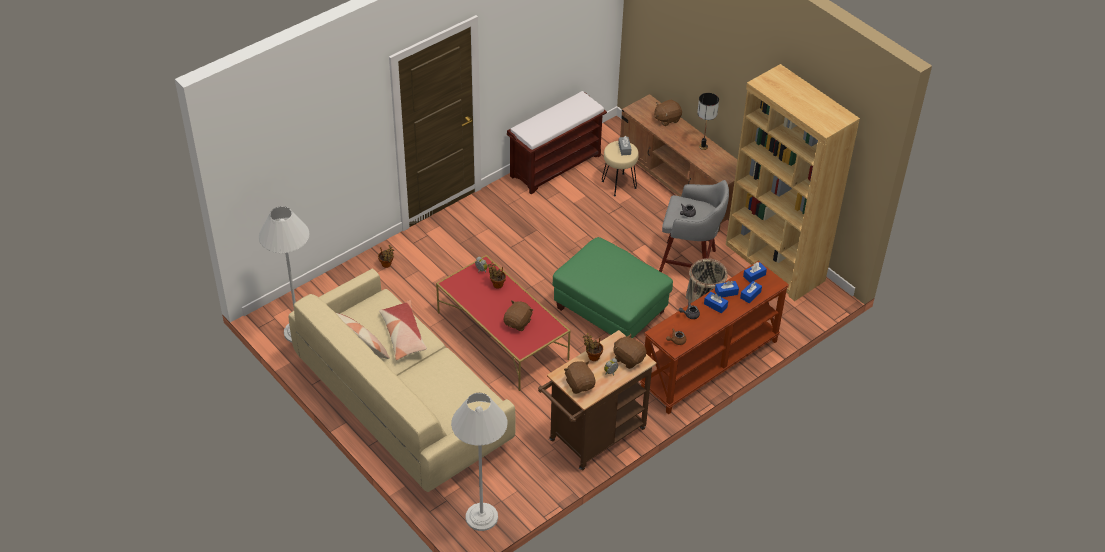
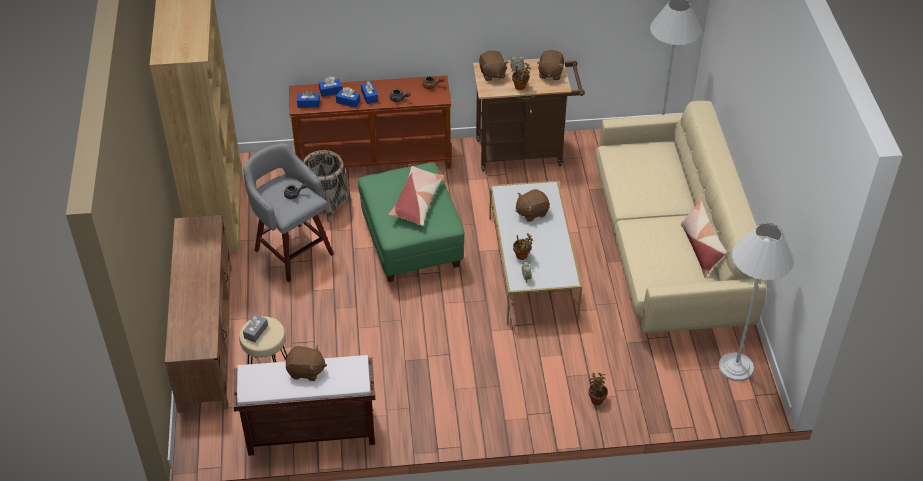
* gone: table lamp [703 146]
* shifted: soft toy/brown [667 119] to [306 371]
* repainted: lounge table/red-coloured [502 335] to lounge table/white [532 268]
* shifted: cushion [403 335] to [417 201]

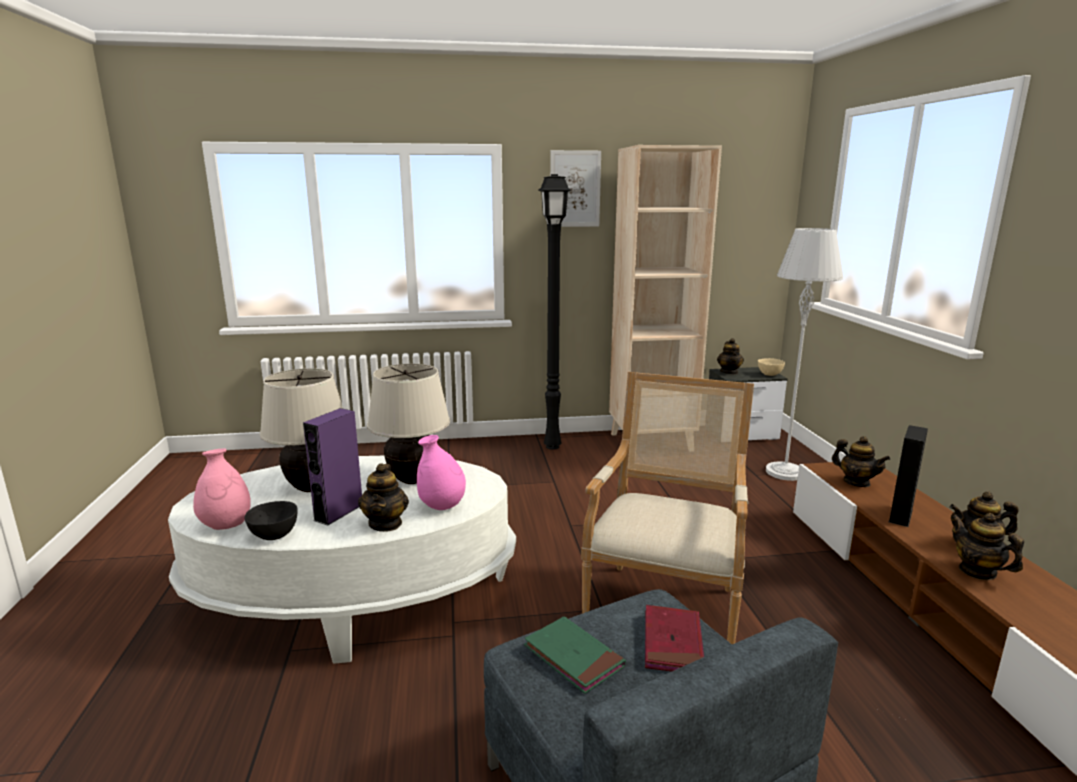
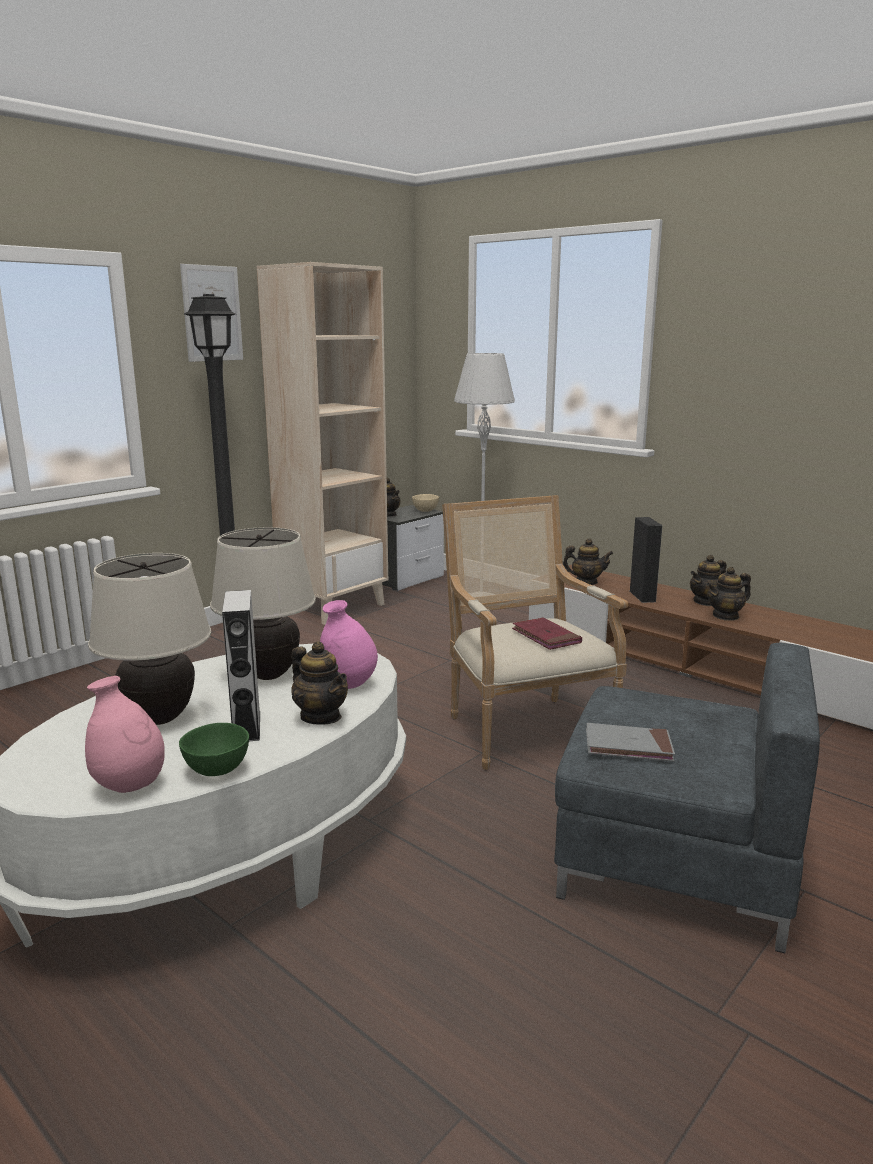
* repainted: loudspeaker/purple-coloured [339 512] to loudspeaker/grey [246 726]
* repainted: serving bowl/blackish [274 536] to serving bowl/green [218 771]
* rotated: tea pot [977 571] = [726 616] 45 degrees counterclockwise
* shifted: volume/red-coloured [673 643] to [546 637]
* repainted: volume/green [573 657] to volume/grey [628 746]

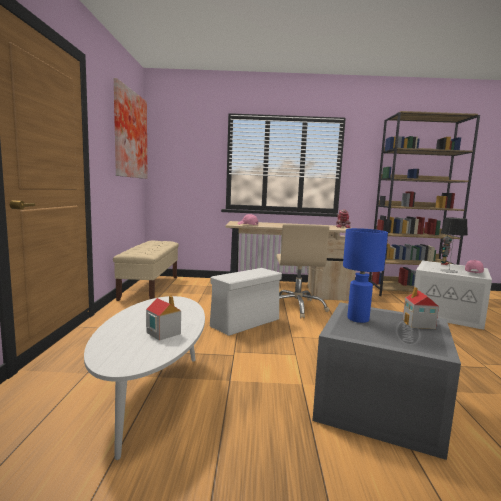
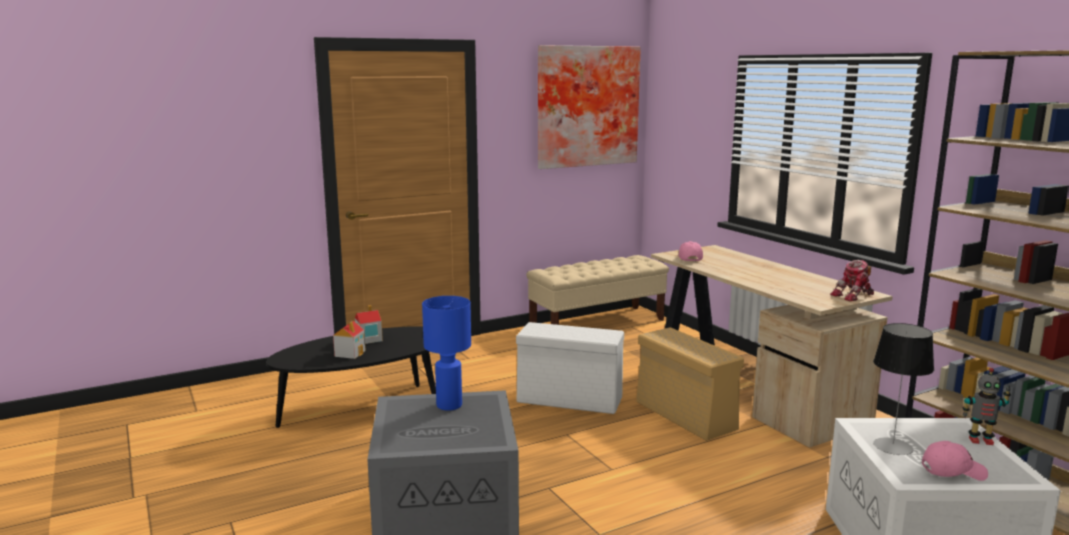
* swapped: office chair/beige [297 307] to storage box/beige [683 415]
* shifted: model house [418 324] to [368 339]
* repainted: lounge table/white [153 391] to lounge table/blackish [367 408]

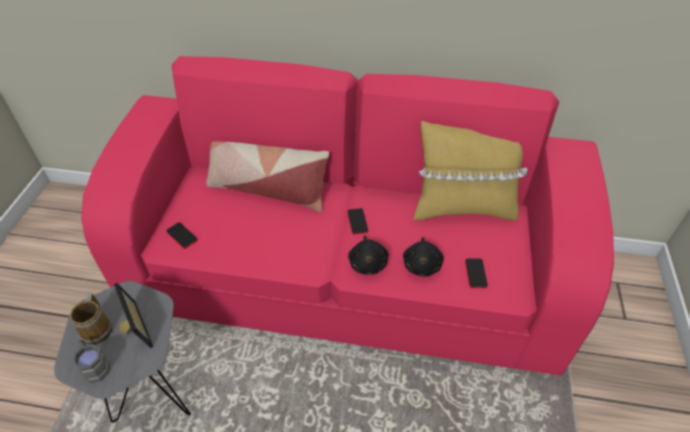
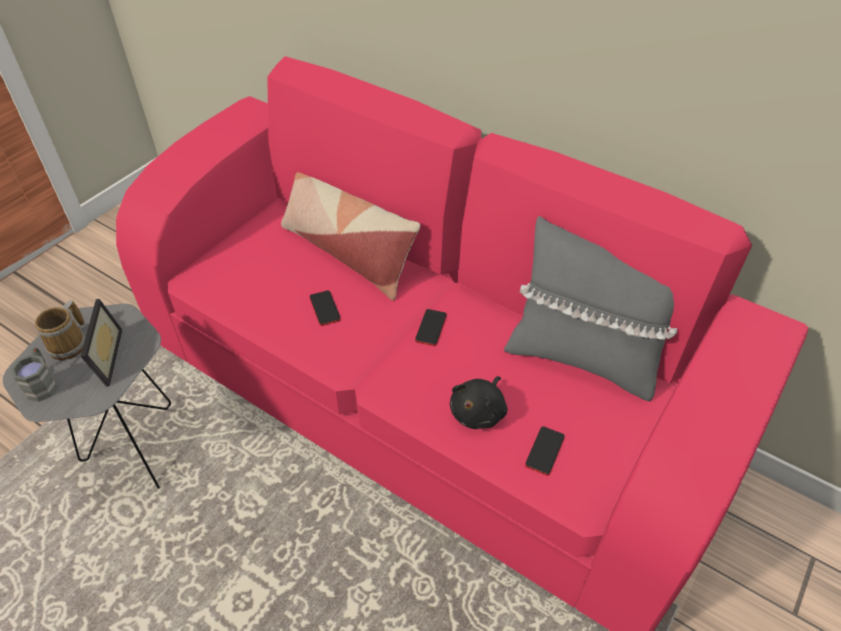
* repainted: cushion/yellow [462 208] to cushion/grey [582 359]
* shifted: telephone [182 236] to [325 308]
* gone: soft toy/blackish [368 263]

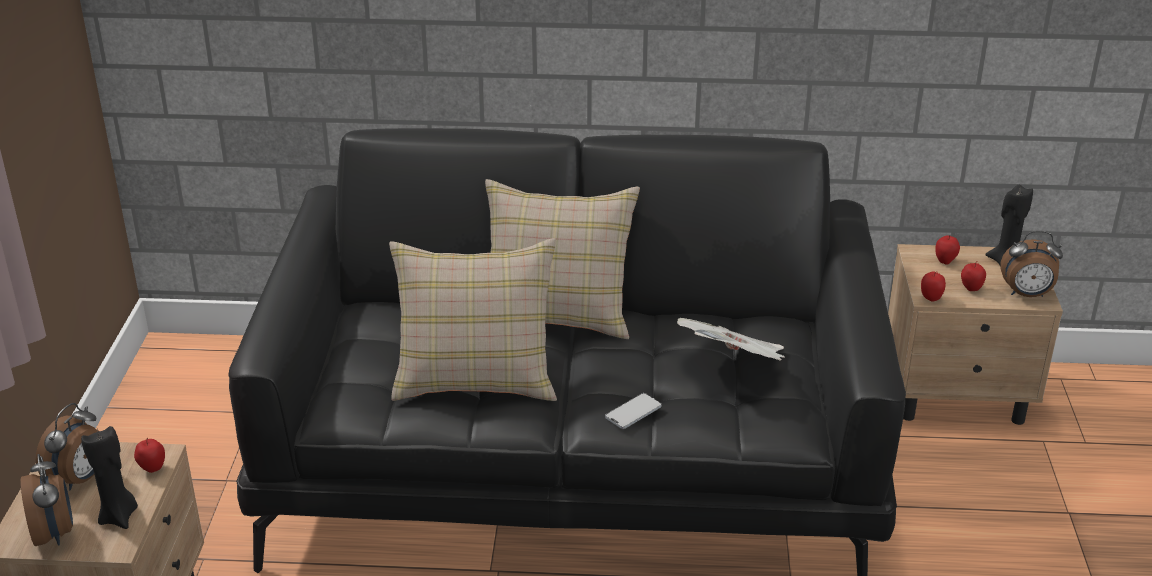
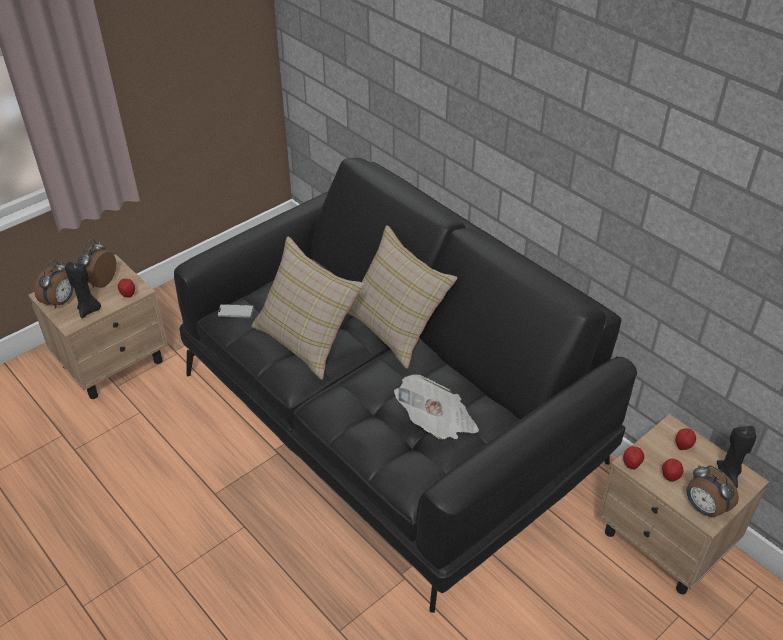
* shifted: telephone [633 412] to [235 311]
* rotated: alarm clock [80 478] = [100 281] 135 degrees clockwise

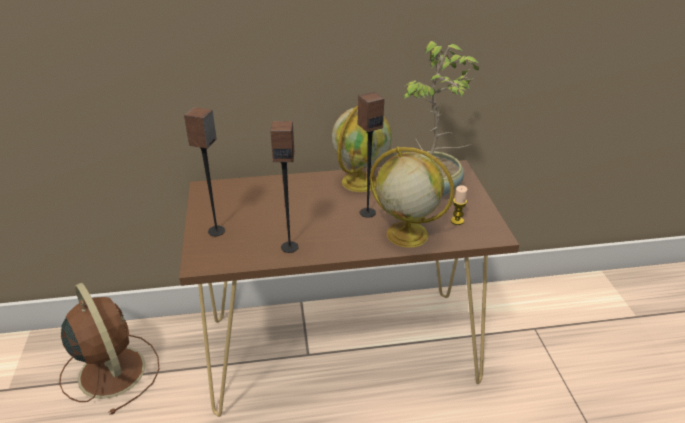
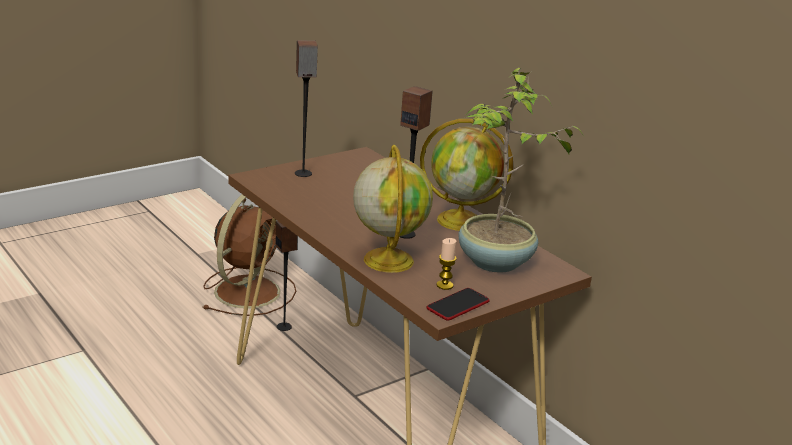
* shifted: loudspeaker [289 247] to [284 327]
* new: telephone [458 305]

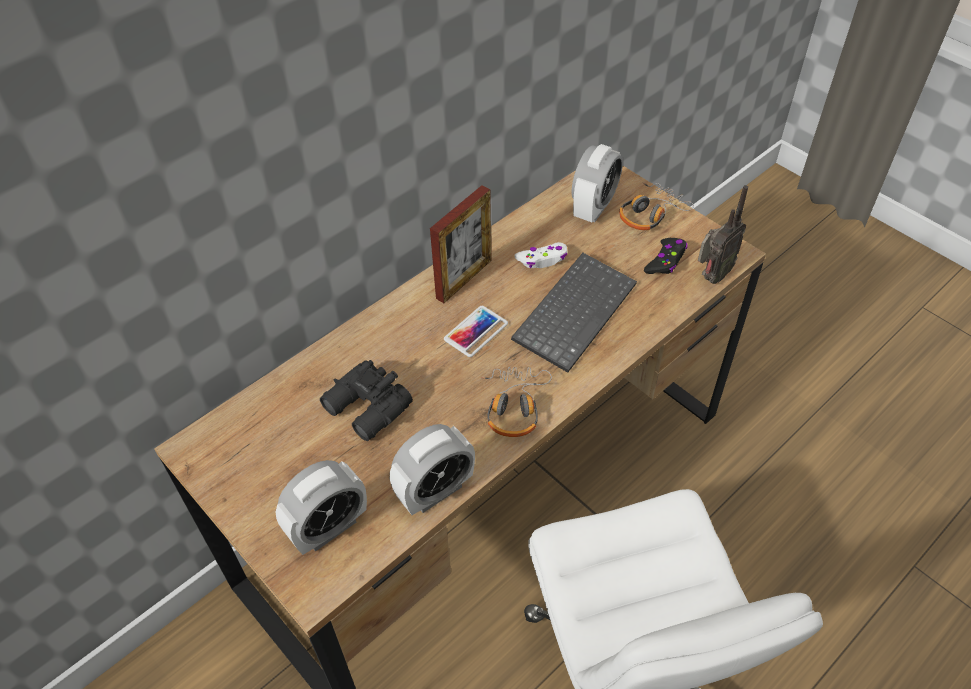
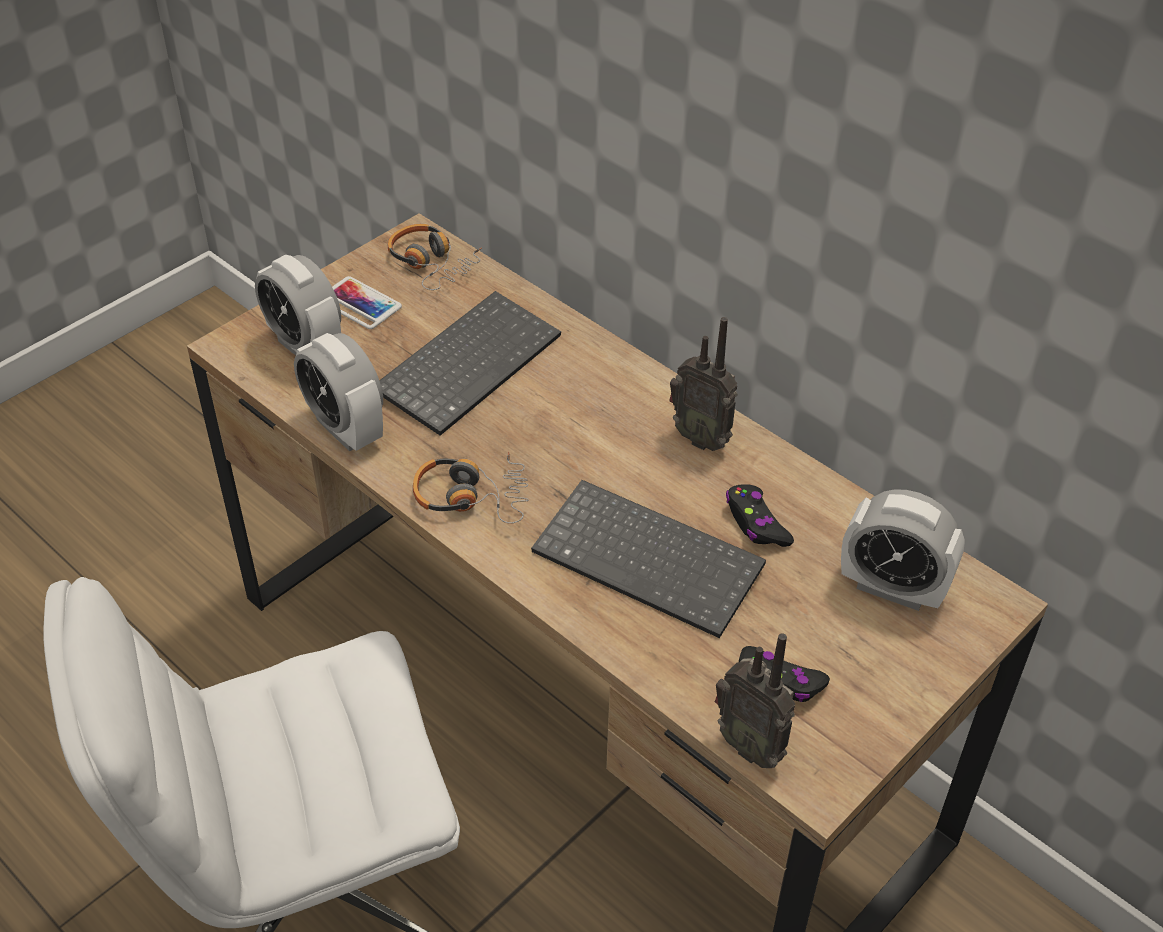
* shifted: headset [650 213] to [432 263]
* swapped: standing frame [464 279] to radio receiver [701 437]
* repainted: joypad/white [542 260] to joypad/blackish [756 523]
* shifted: telephone [476 331] to [359 303]
* swapped: binoculars/blackish [367 409] to PC keyboard [468 362]

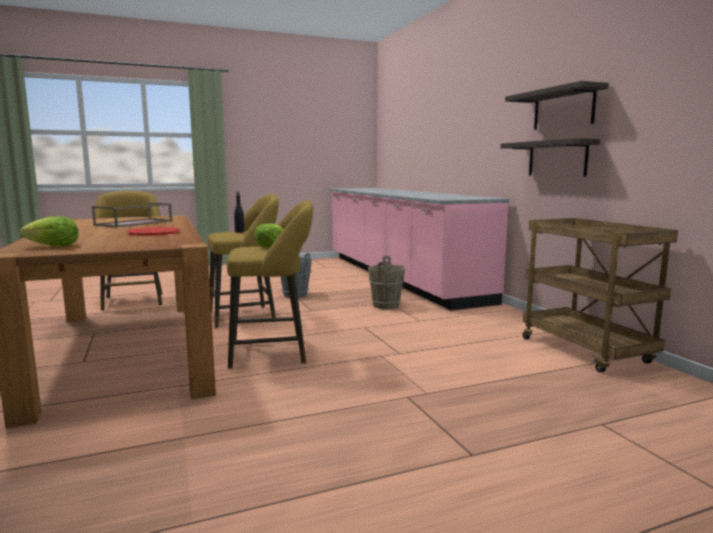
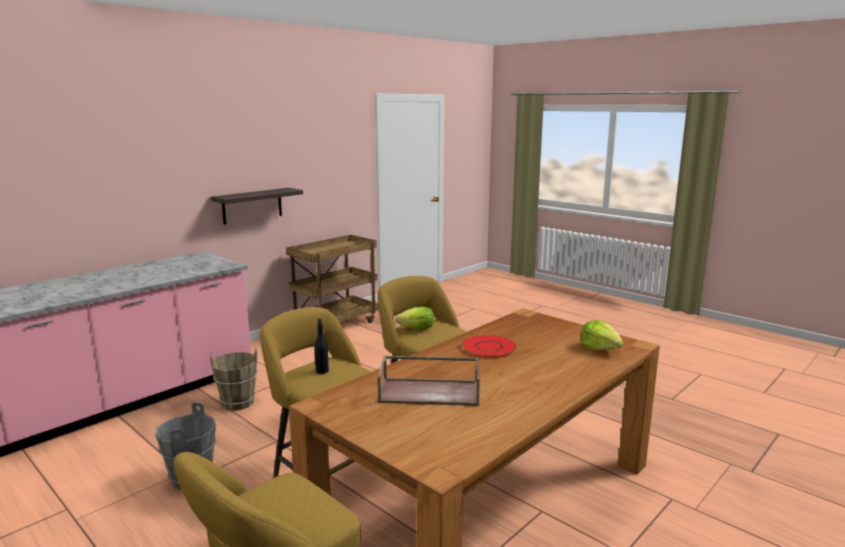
* gone: wall shelf [563 109]

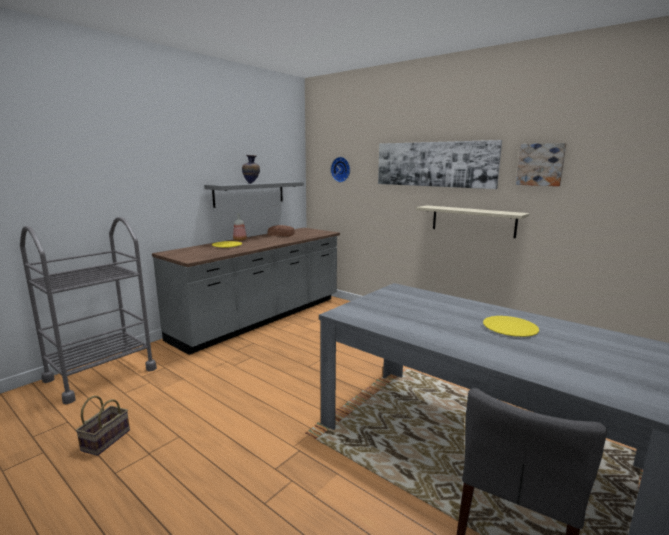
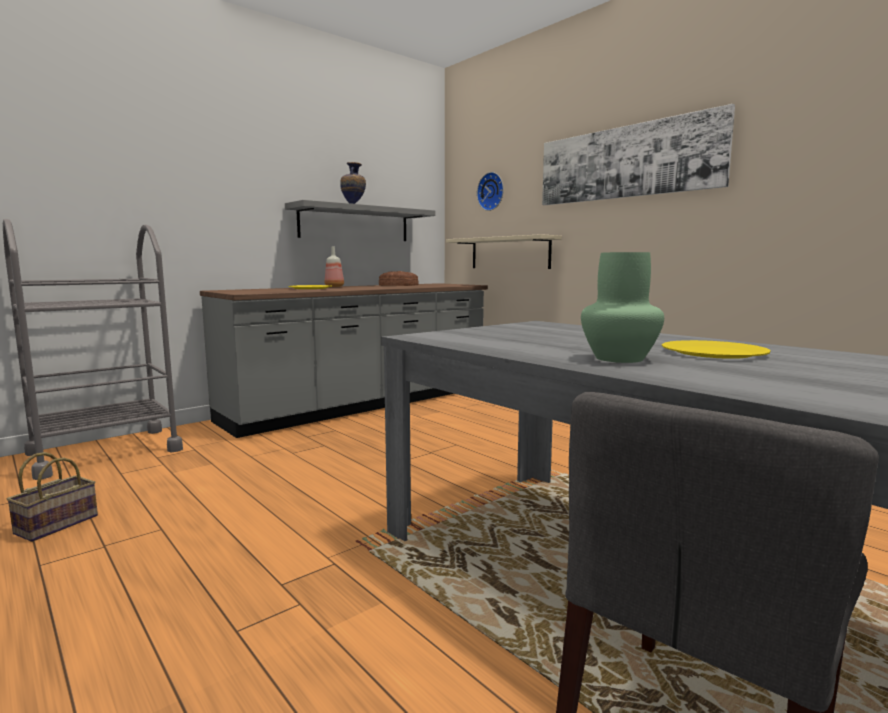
* gone: wall art [540 164]
* shifted: wall shelf/beige [473 221] to [509 253]
* new: flower vase/green [618 358]

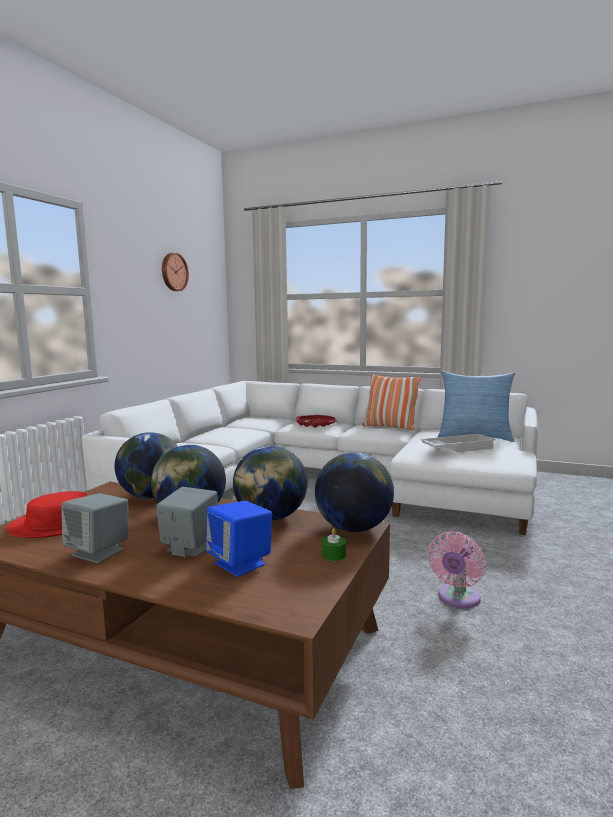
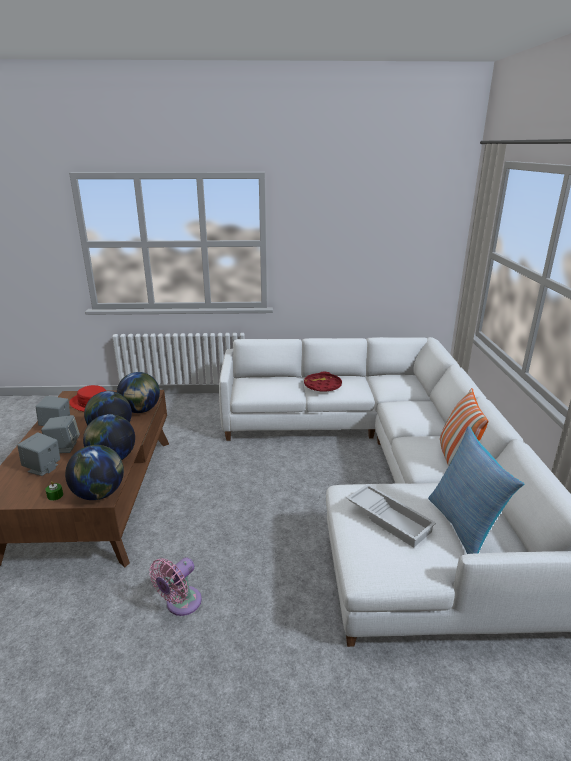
* gone: wall clock [173 272]
* shifted: carrying tray/red-coloured [315 424] to [322 386]
* repainted: loudspeaker/bluish [241 564] to loudspeaker/grey [43 468]
* rotated: electric fan/pink-coloured [457 599] = [180 604] 60 degrees counterclockwise

